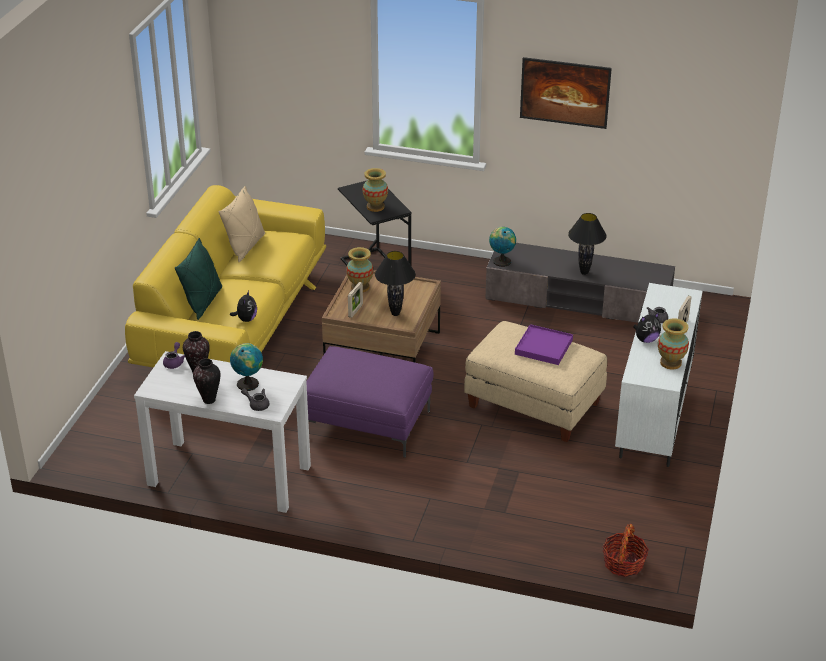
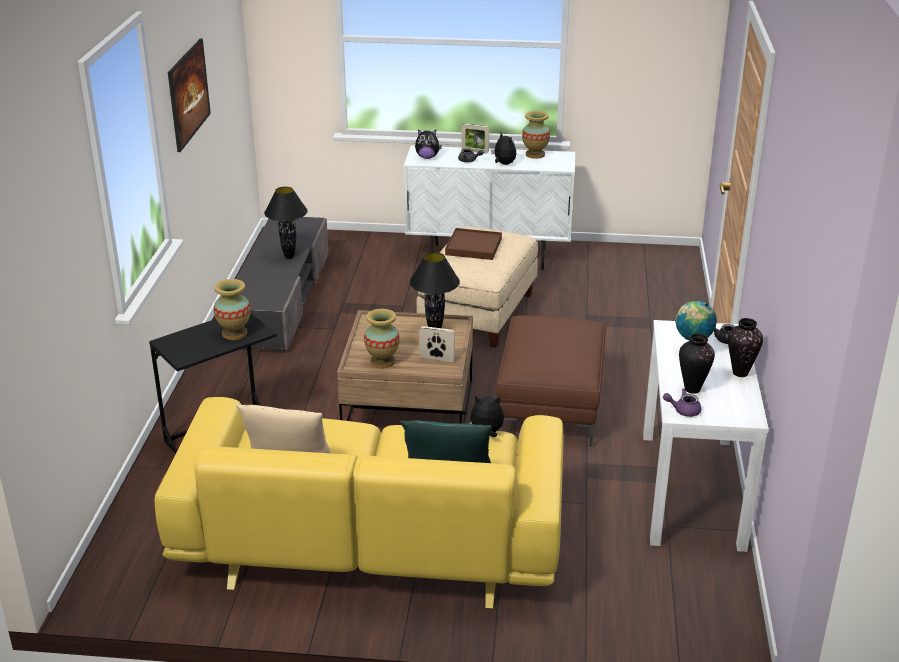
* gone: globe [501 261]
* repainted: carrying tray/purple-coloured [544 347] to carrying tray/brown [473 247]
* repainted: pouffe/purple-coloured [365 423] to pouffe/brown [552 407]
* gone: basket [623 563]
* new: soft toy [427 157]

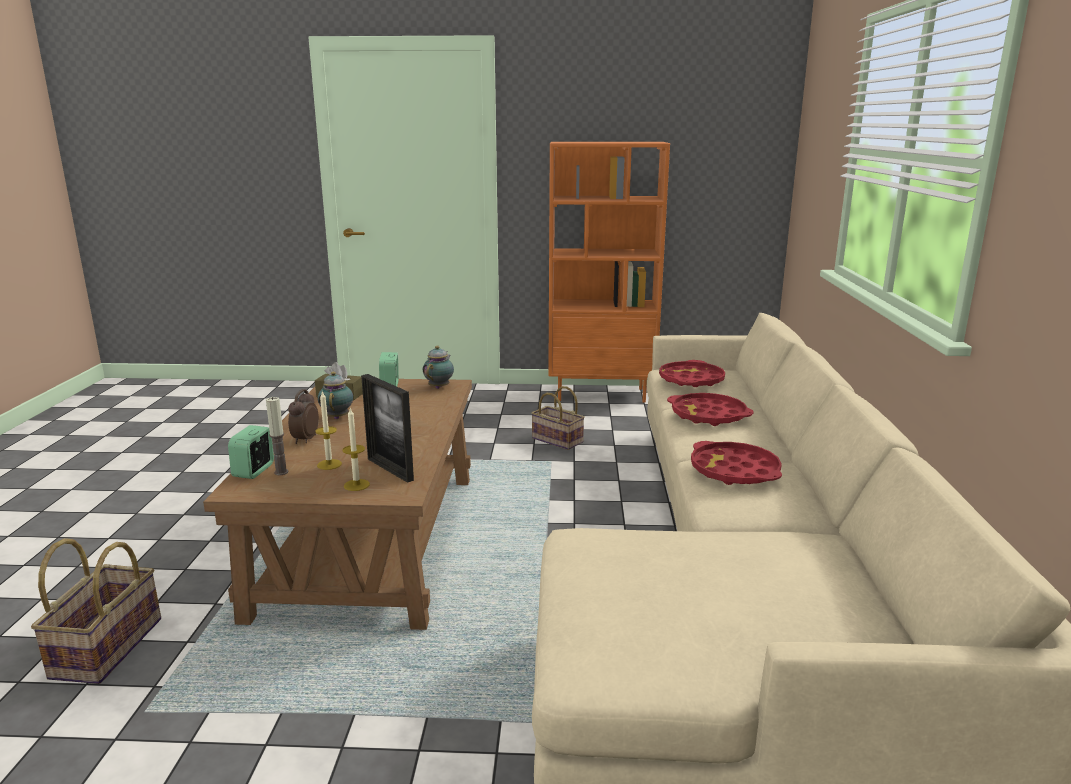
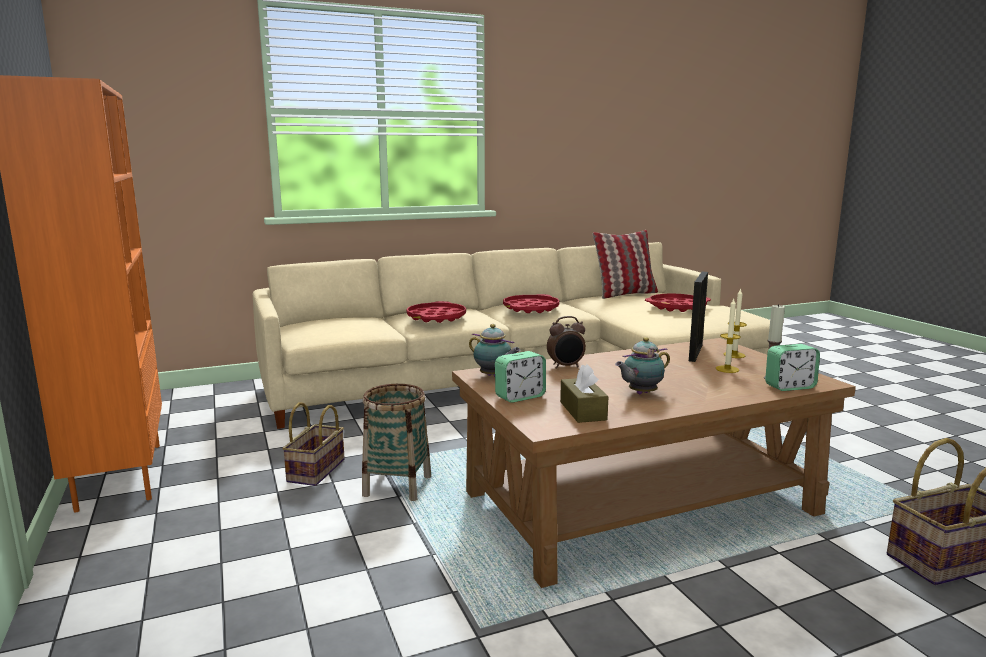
* rotated: tea pot [440 387] = [494 376] 135 degrees counterclockwise
* shifted: carrying tray/red-coloured [691 380] to [677 307]
* shifted: alarm clock [304 440] to [566 366]
* new: cushion [625 294]
* new: basket [397 486]

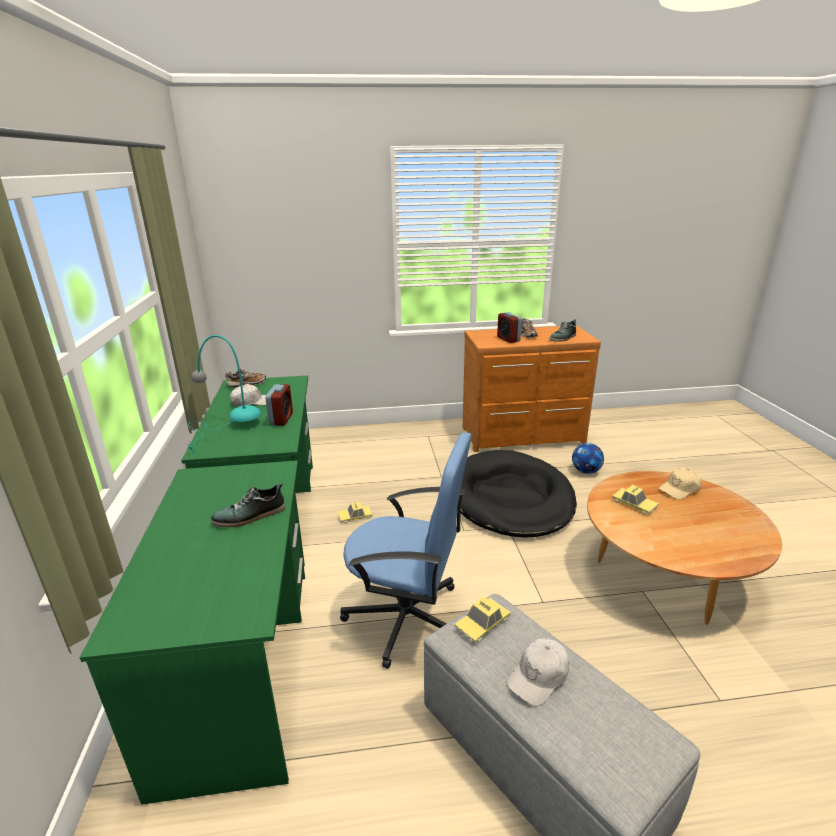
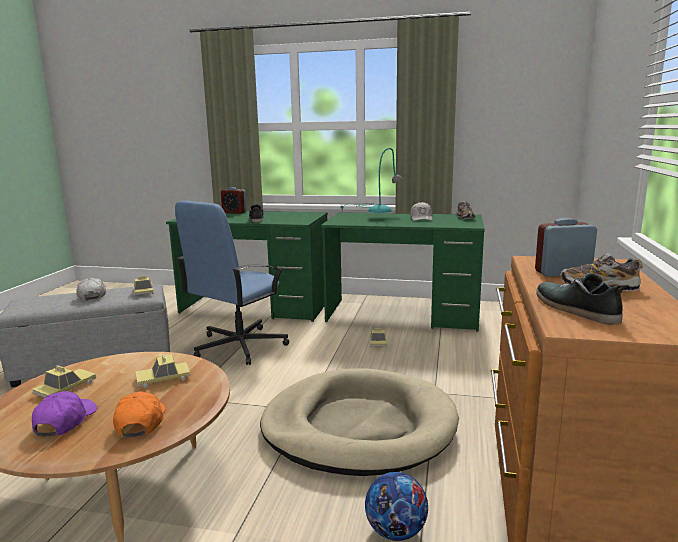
* shifted: alarm clock [281 419] to [234 212]
* repainted: dog cushion/blackish [510 498] to dog cushion/beige [358 427]
* repainted: baseball cap/beige [680 489] to baseball cap/orange [141 422]
* new: model car [66 388]
* new: baseball cap/purple-coloured [65 421]

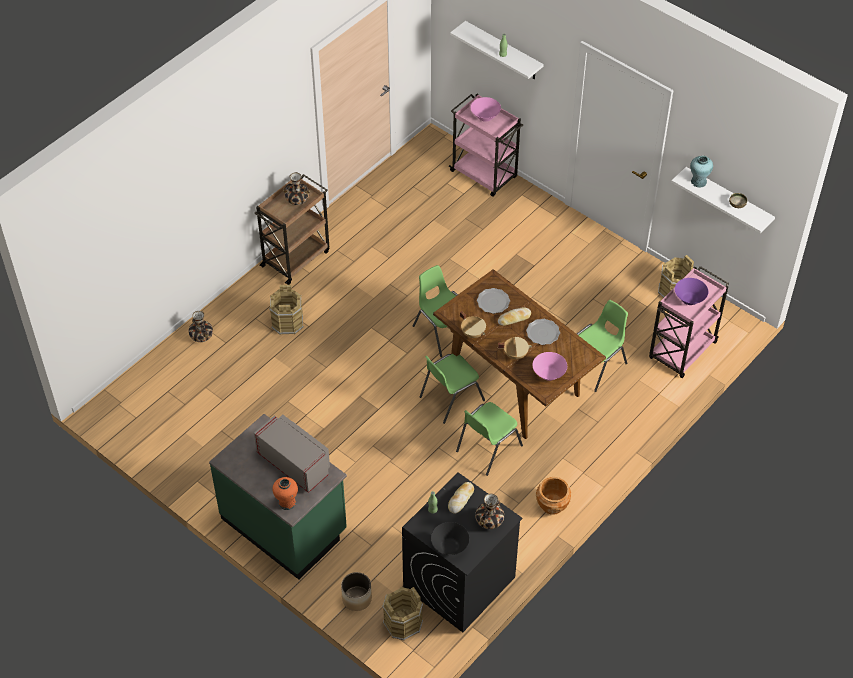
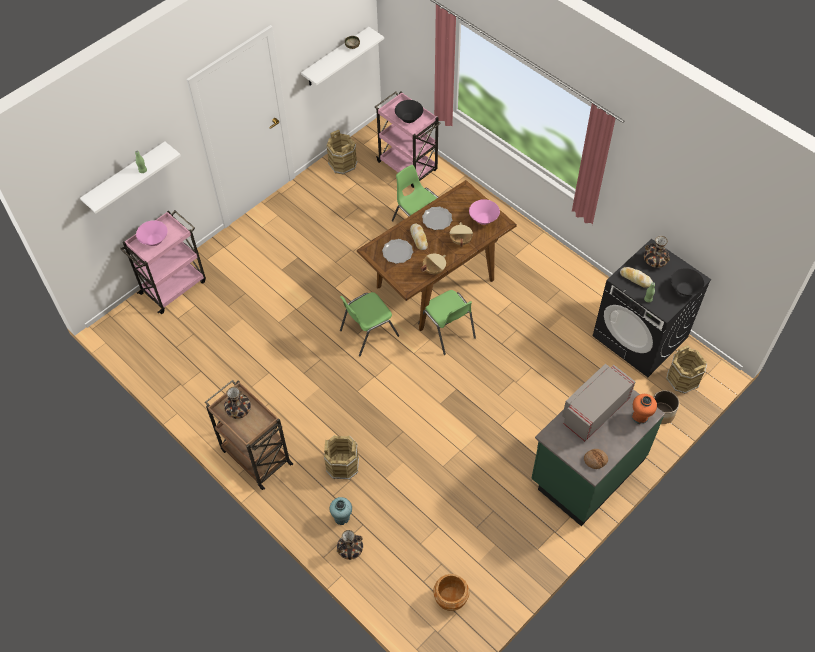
* shifted: flower vase/turquoise [698 182] to [342 517]
* repainted: serving bowl/purple-coloured [689 299] to serving bowl/blackish [409 118]
* gone: plain chair/green [487 448]
* shifted: flower pot/brown [552 504] to [450 598]
* new: bread [595 460]

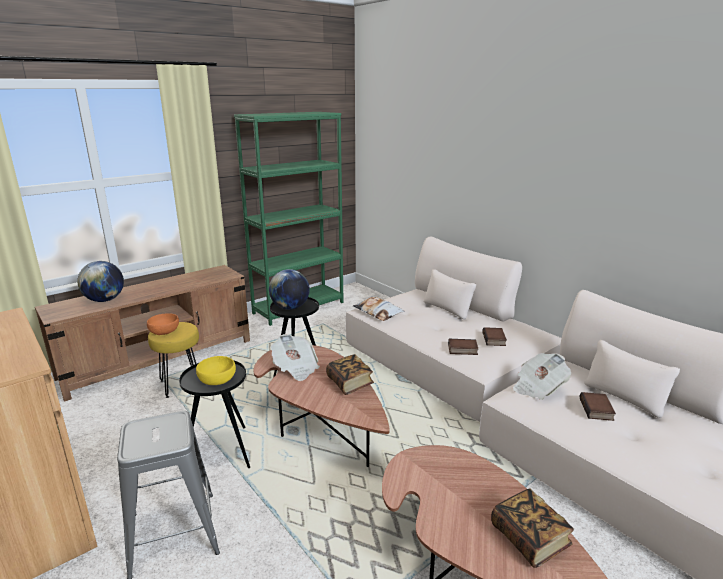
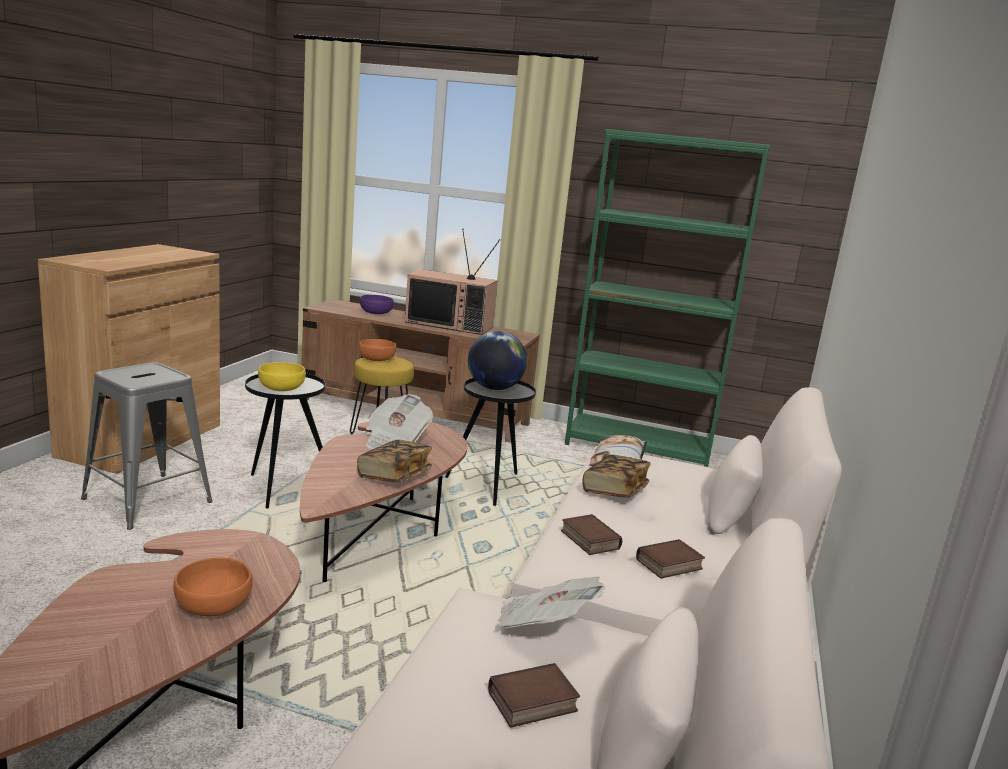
* swapped: globe [105 300] to serving bowl/purple-coloured [375 313]
* shifted: volume [529 538] to [614 490]
* new: TV set [451 324]
* new: serving bowl/orange [212 605]

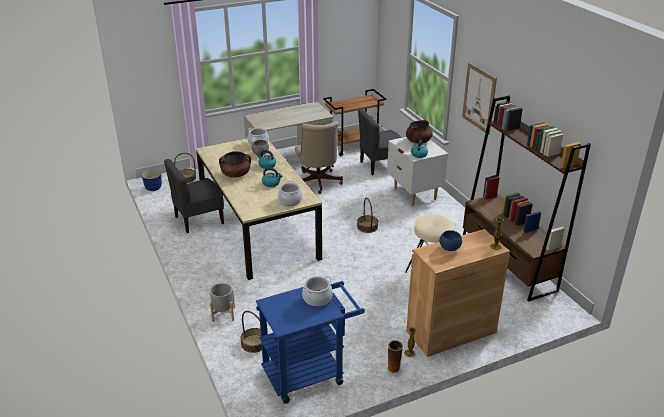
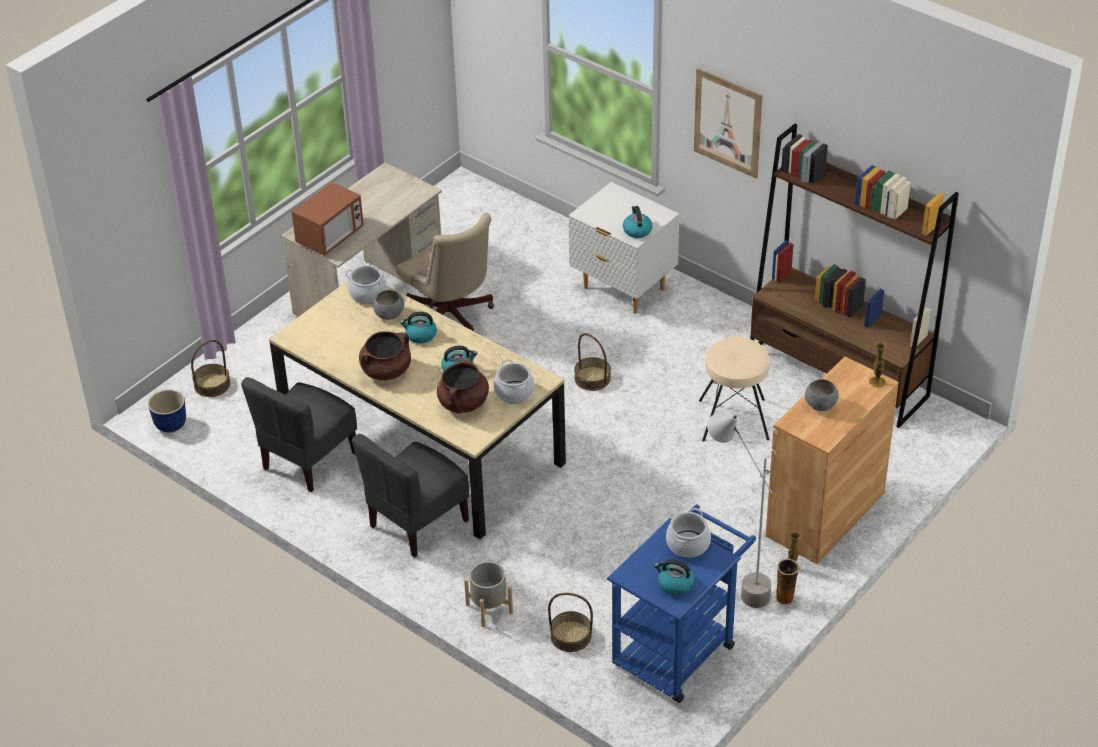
* gone: trolley/brown [354 146]
* shifted: plain chair/grey [381 166] to [417 523]
* shifted: cooking pot/brown [418 141] to [463 403]
* repainted: serving bowl/bluish [450 248] to serving bowl/grey [821 404]
* new: microwave [330 237]
* new: floor lamp/grey [736 584]
* new: kettle [675 584]

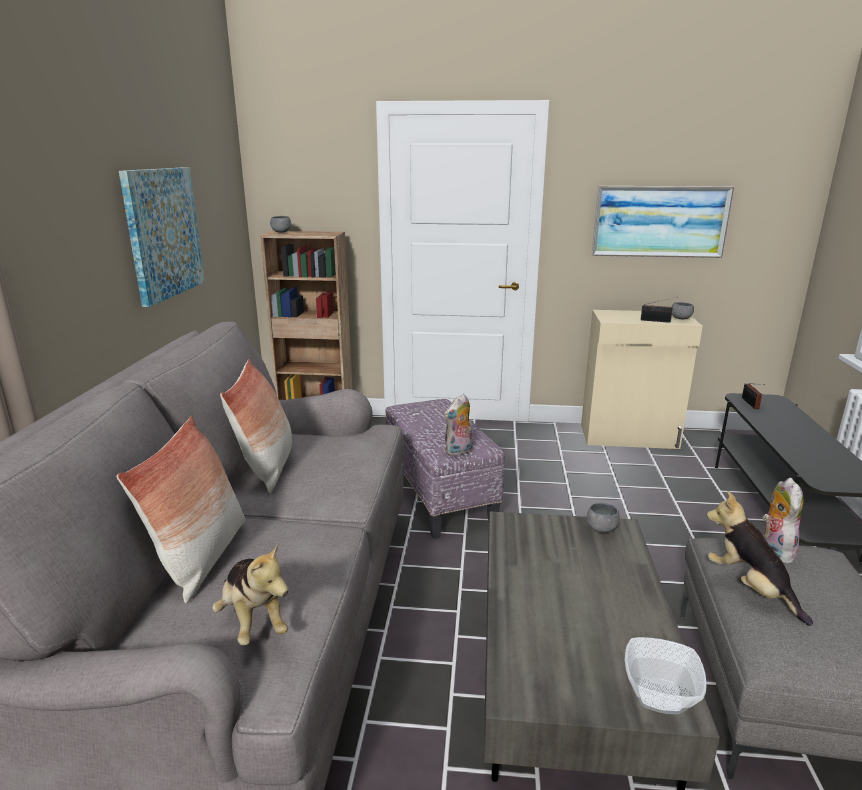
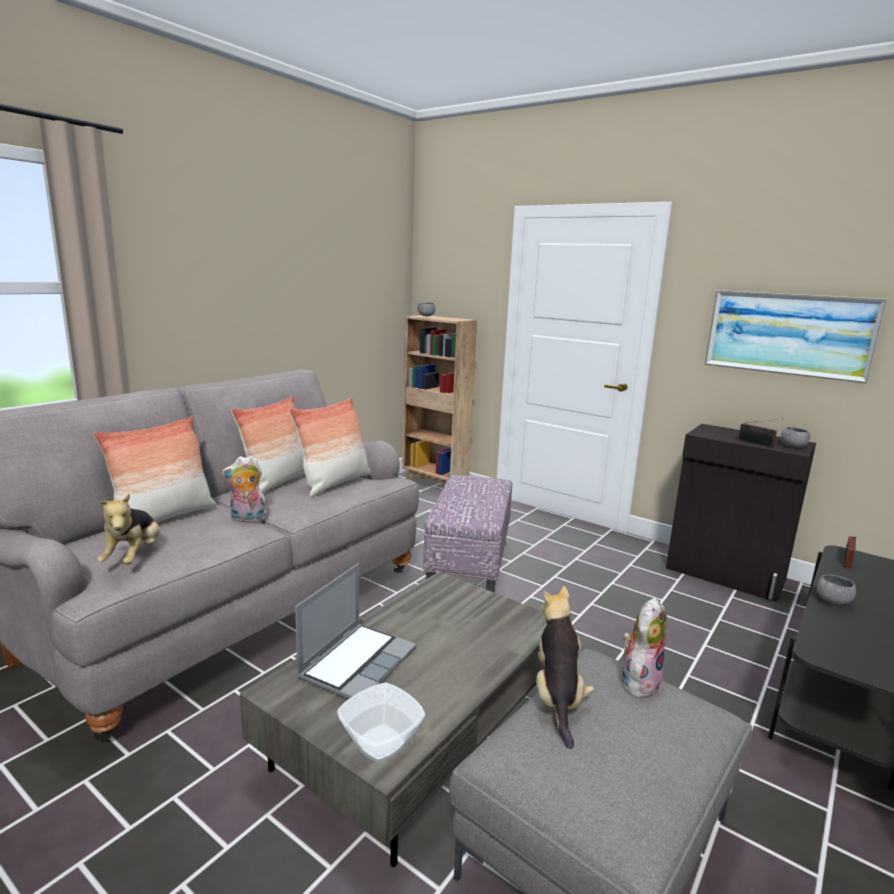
* gone: wall art [163 233]
* repainted: cabinet/beige [629 437] to cabinet/blackish [725 575]
* shifted: soft toy [459 452] to [247 519]
* shifted: serving bowl/grey [601 528] to [833 601]
* new: cushion [334 483]
* new: portable computer [358 662]

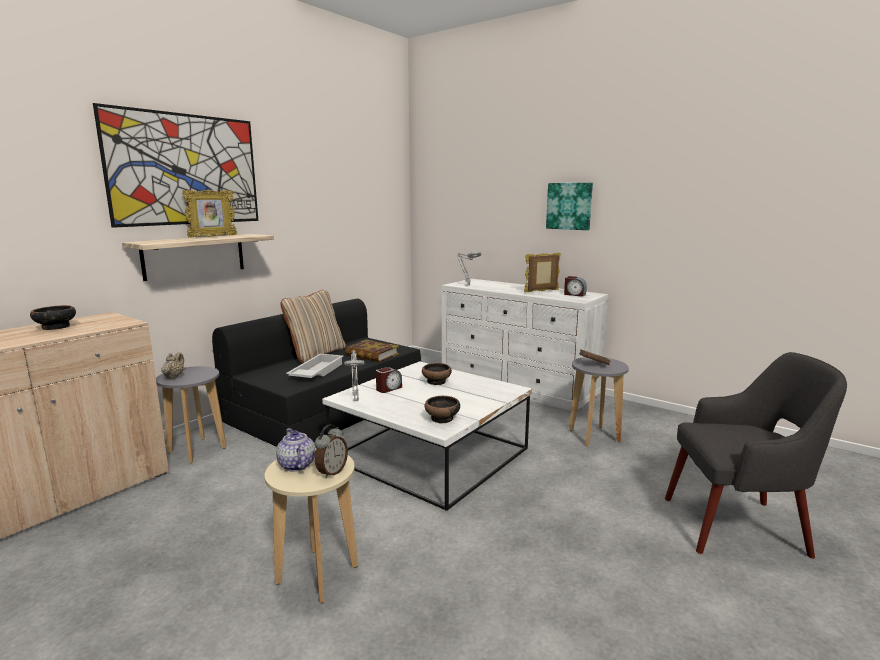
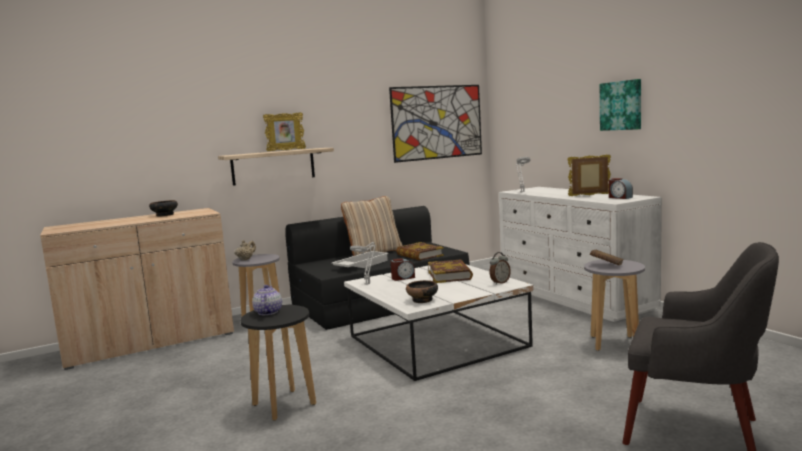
* shifted: wall art [186 169] to [437 122]
* swapped: serving bowl [437 381] to volume [450 275]
* shifted: alarm clock [331 472] to [499 283]
* repainted: sitting stool/beige [317 575] to sitting stool/blackish [284 405]

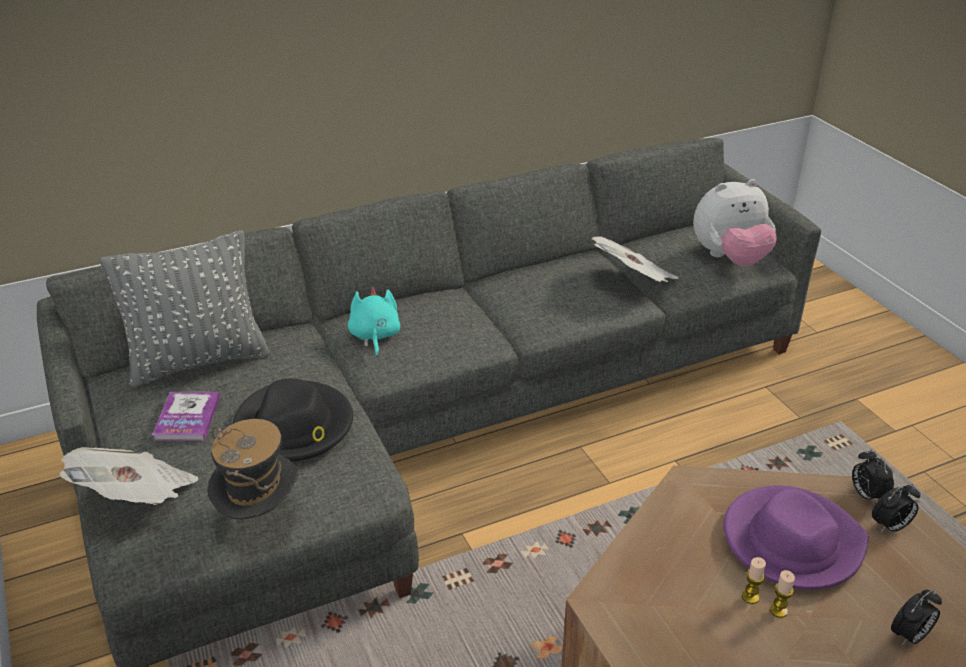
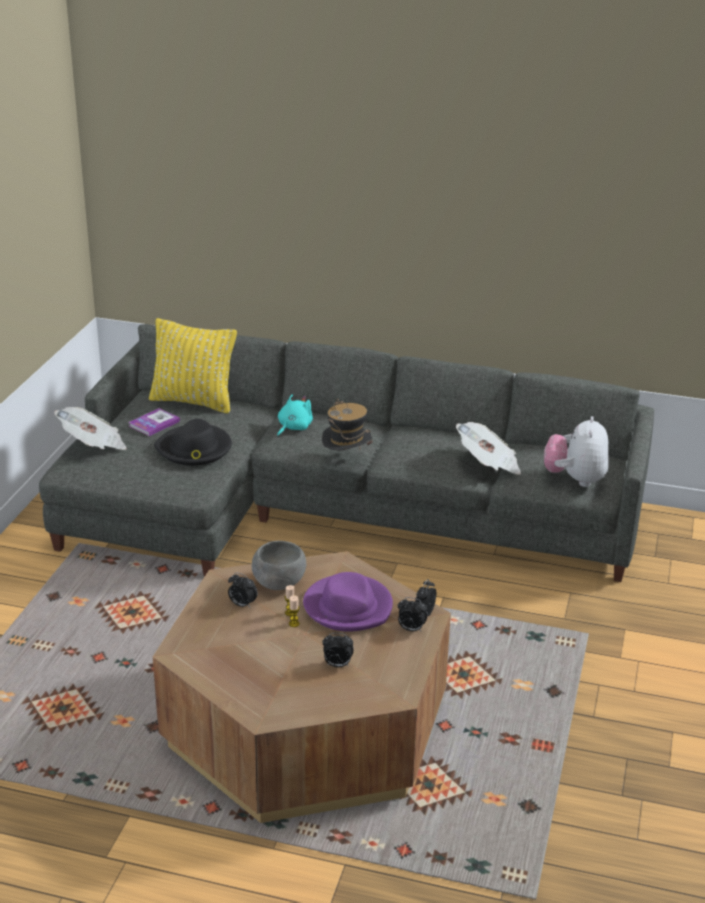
* rotated: soft toy [730 259] = [575 479] 75 degrees clockwise
* repainted: cushion/grey [199 361] to cushion/yellow [193 401]
* shifted: clothing hat [260 517] to [346 461]
* new: serving bowl/grey [279 583]
* new: alarm clock [242 604]

